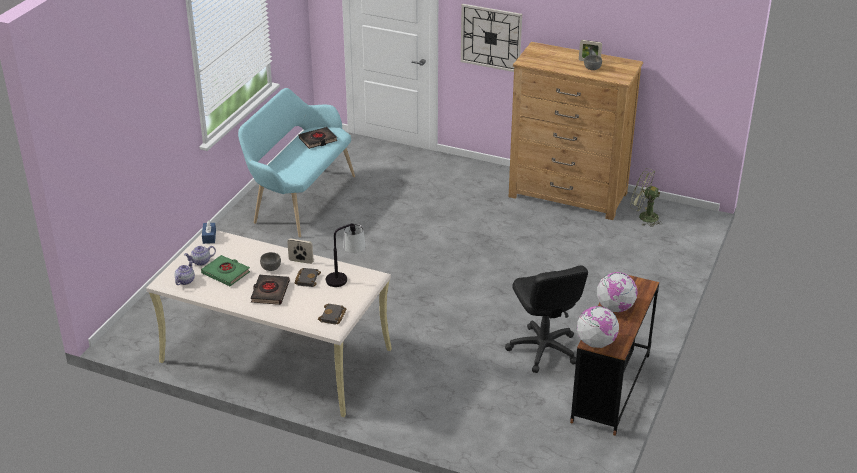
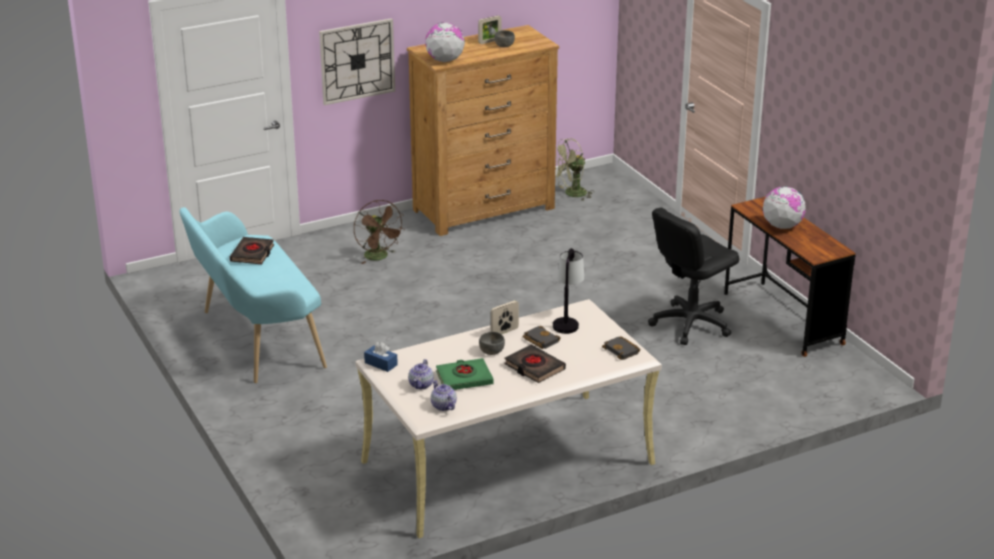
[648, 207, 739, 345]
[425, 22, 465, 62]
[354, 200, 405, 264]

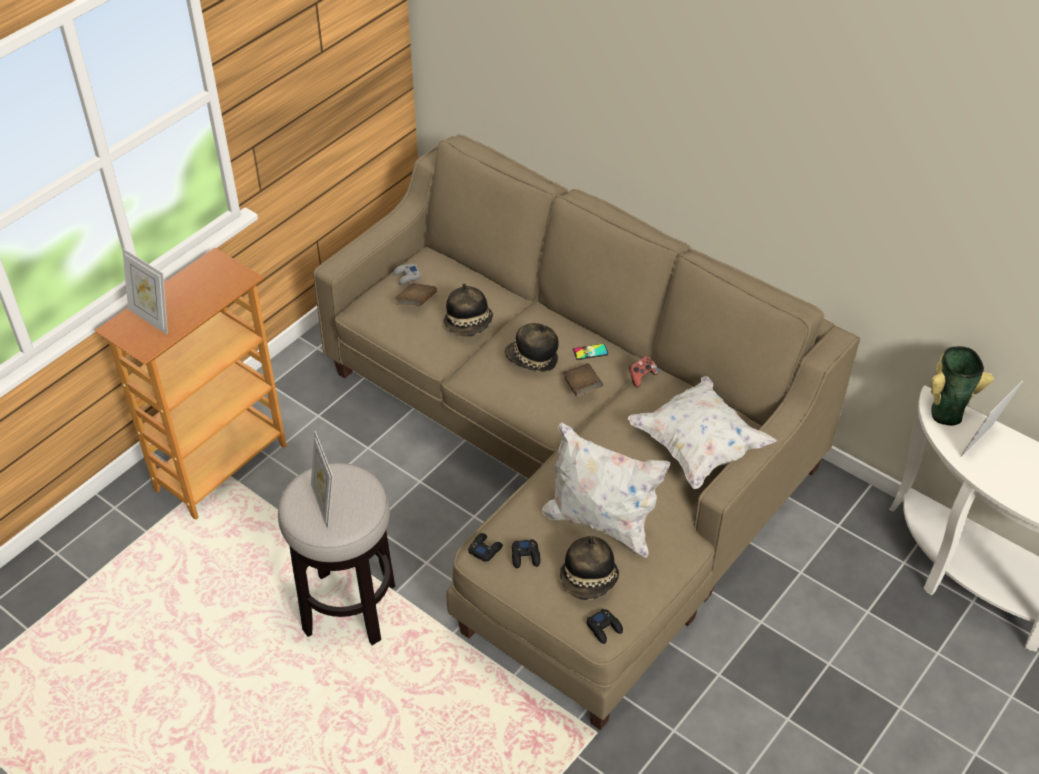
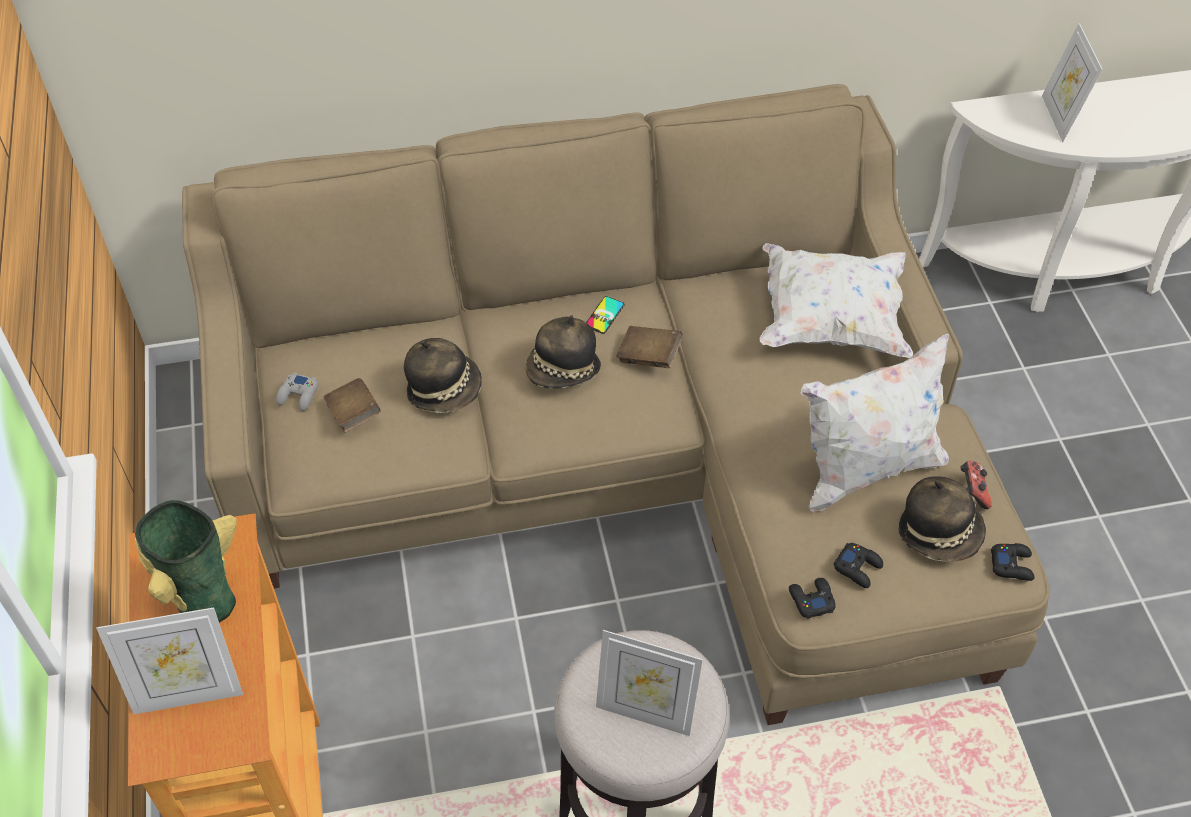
[961, 461, 992, 509]
[135, 500, 237, 623]

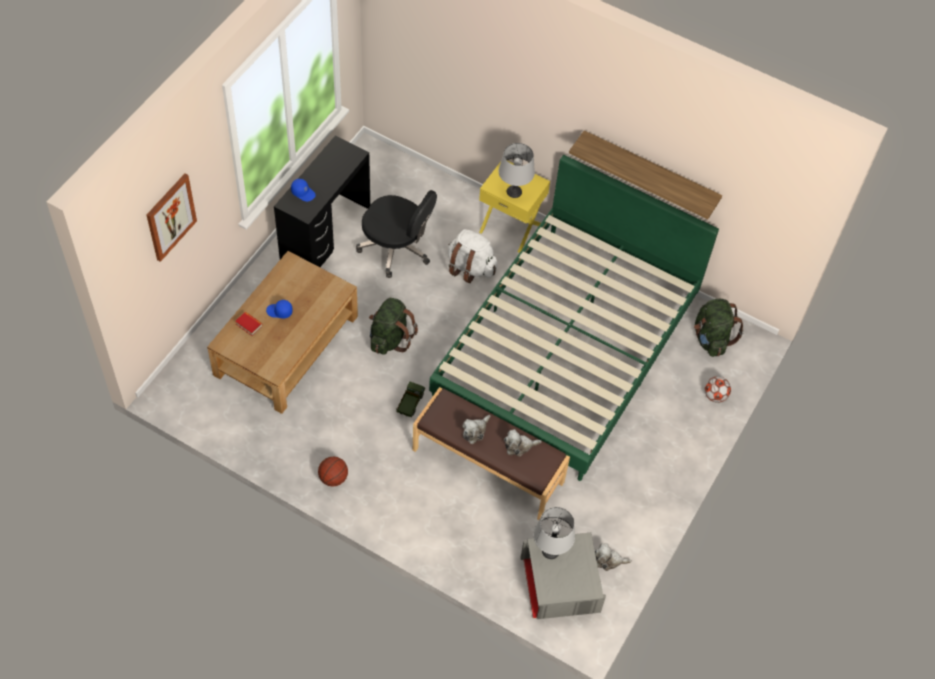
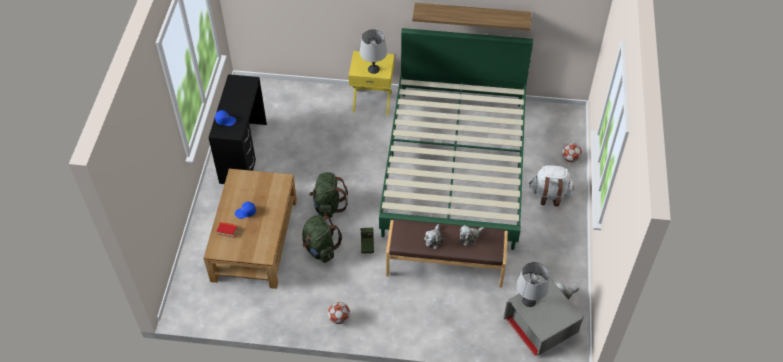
[147, 174, 197, 262] (first image)
[328, 302, 350, 324]
[356, 190, 437, 278] (first image)
[529, 165, 574, 206]
[302, 215, 342, 263]

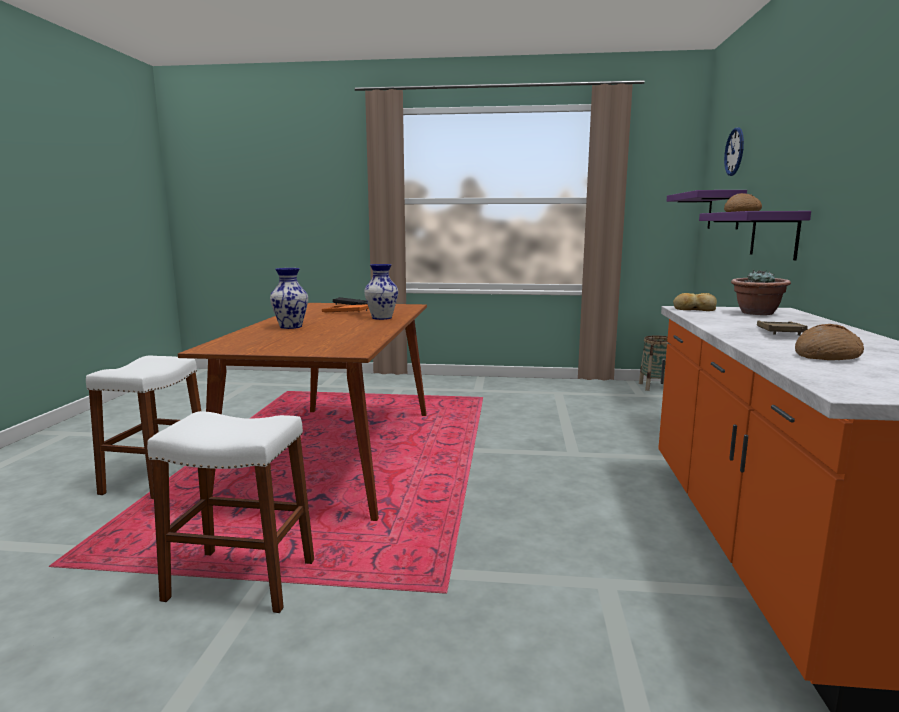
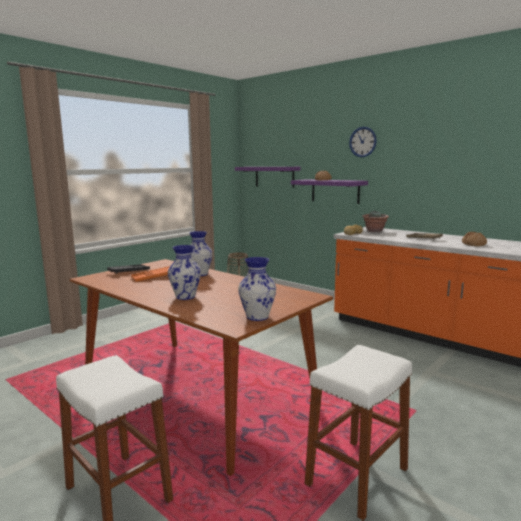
[349, 127, 377, 157]
[238, 257, 276, 321]

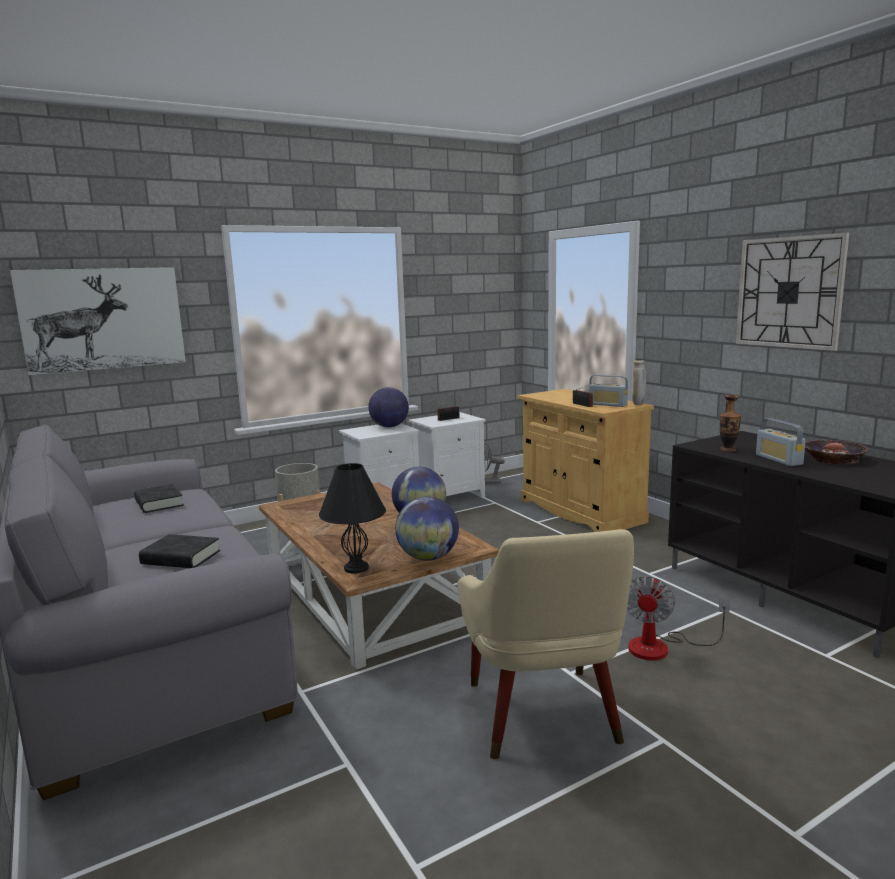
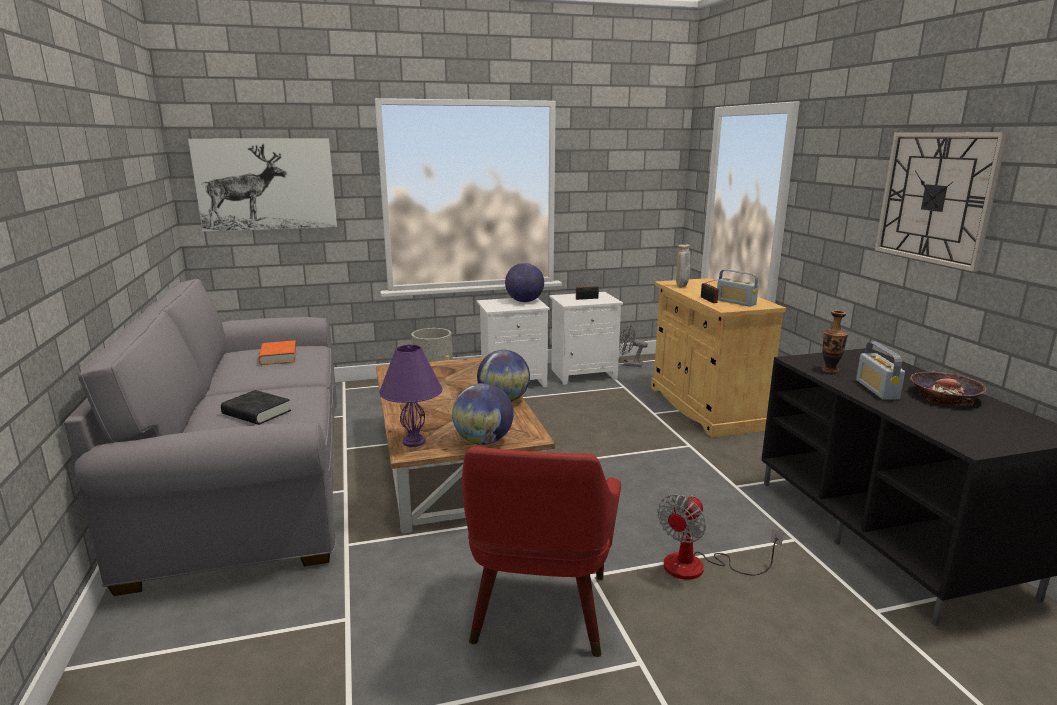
[258, 340, 297, 365]
[379, 344, 443, 447]
[462, 446, 621, 657]
[676, 244, 691, 287]

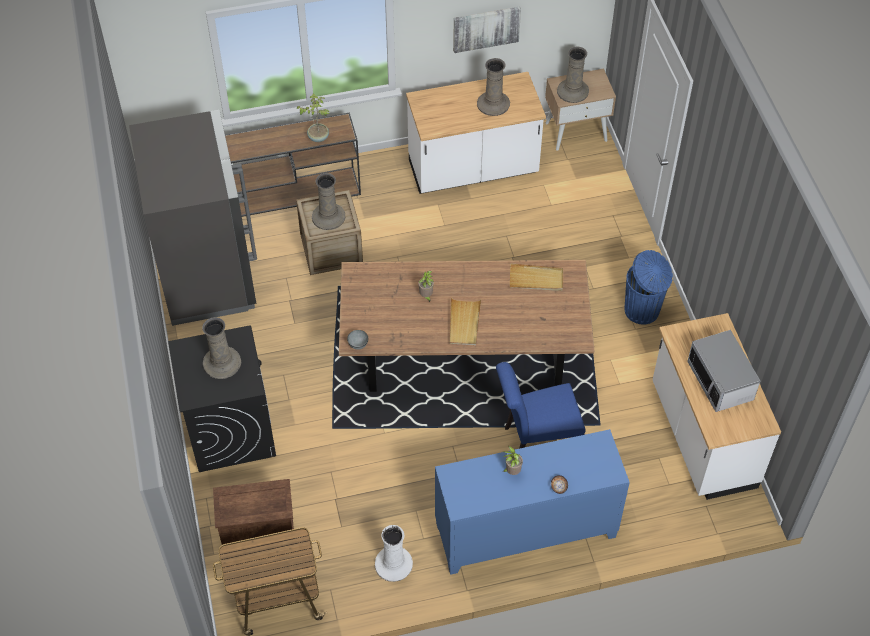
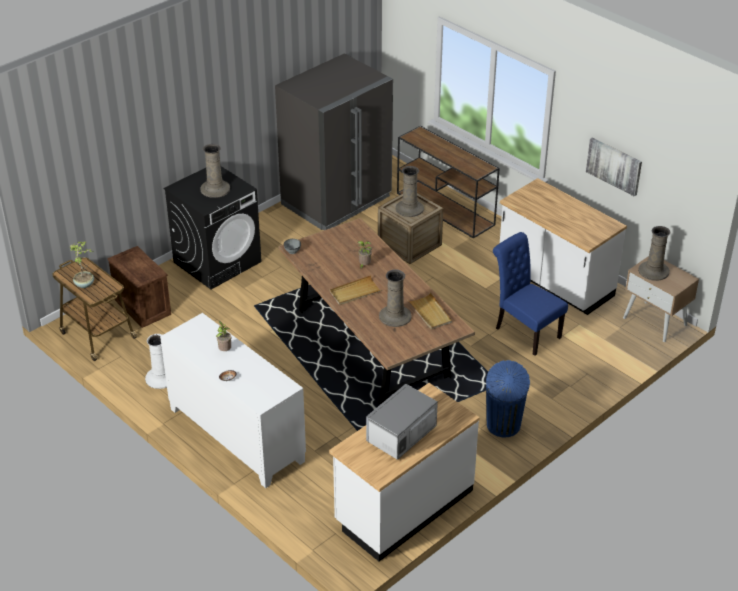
[70, 242, 94, 288]
[160, 313, 306, 488]
[379, 269, 411, 327]
[493, 232, 568, 356]

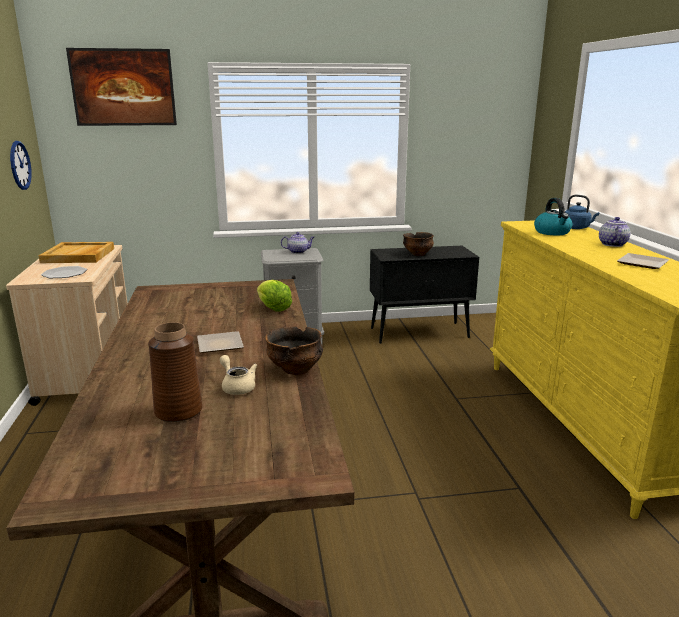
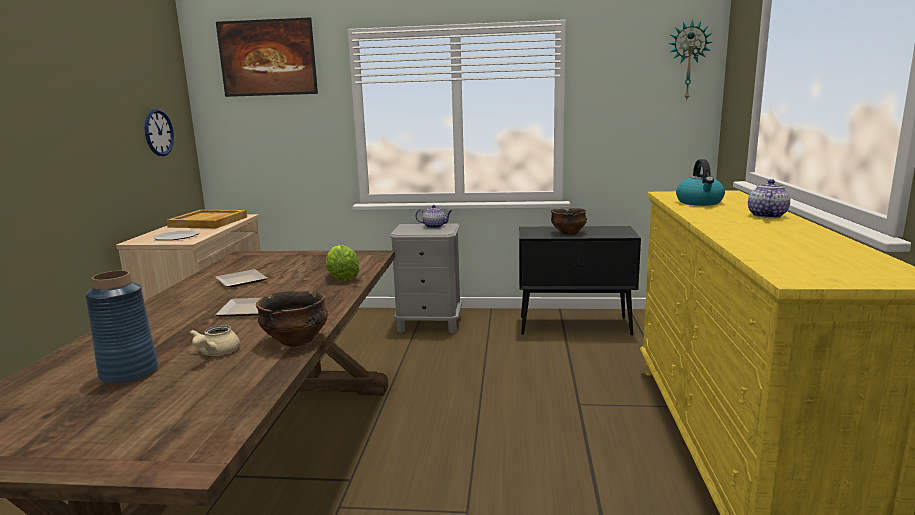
[85, 271, 158, 385]
[190, 325, 240, 356]
[565, 195, 600, 229] (first image)
[216, 269, 268, 287]
[669, 19, 712, 101]

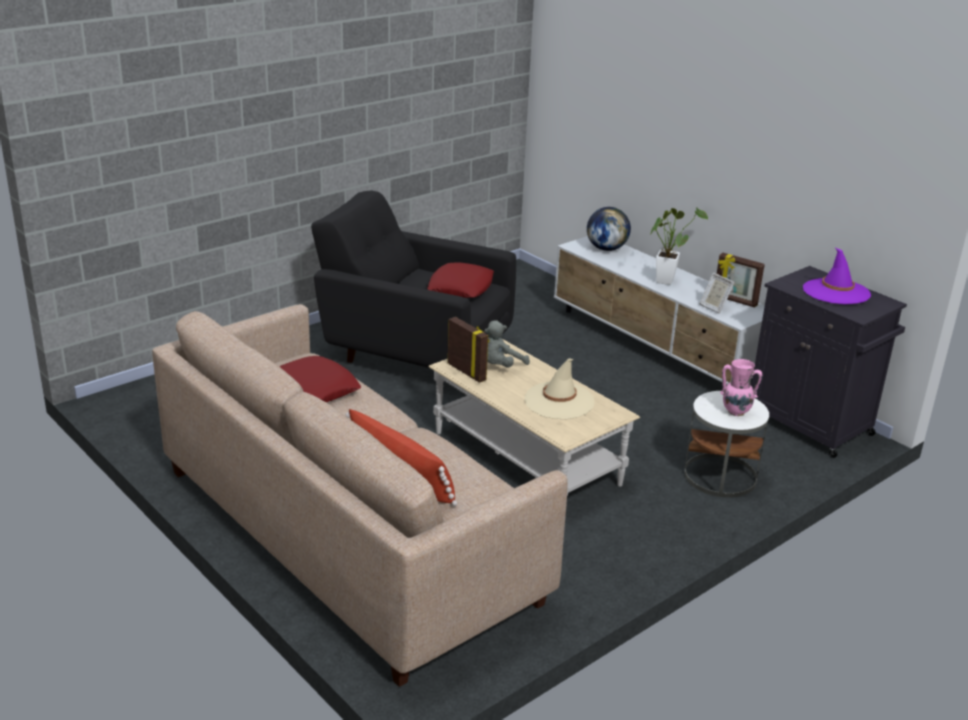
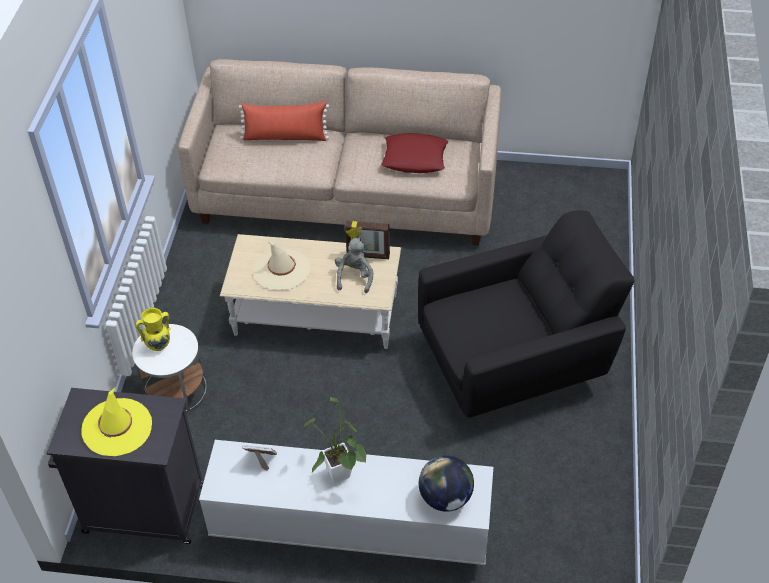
[427, 263, 494, 298] (first image)
[717, 253, 765, 308] (first image)
[136, 307, 171, 351]
[82, 388, 152, 456]

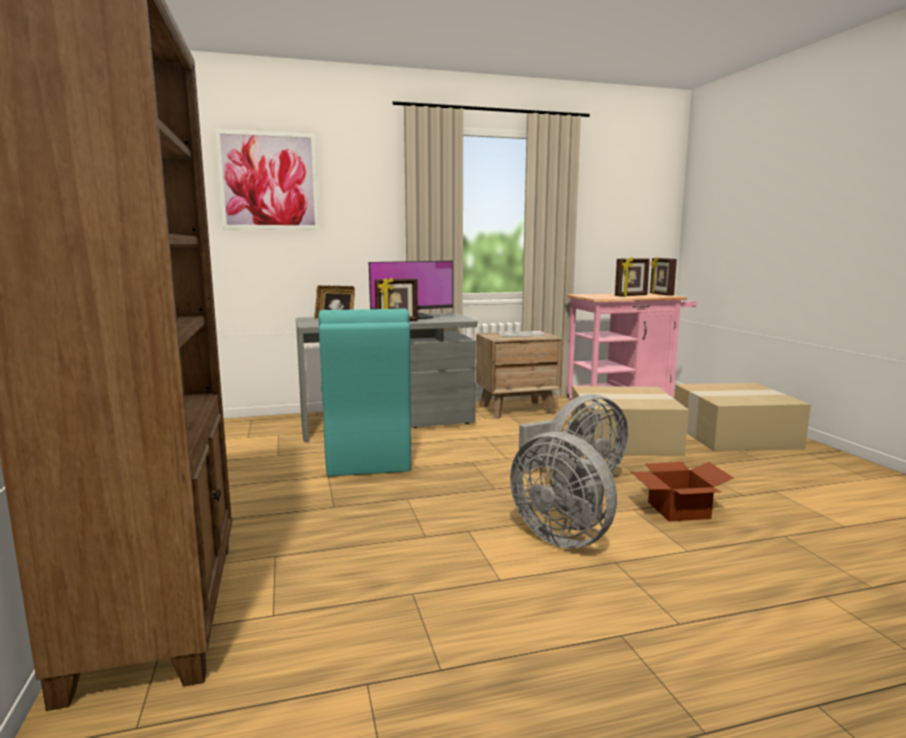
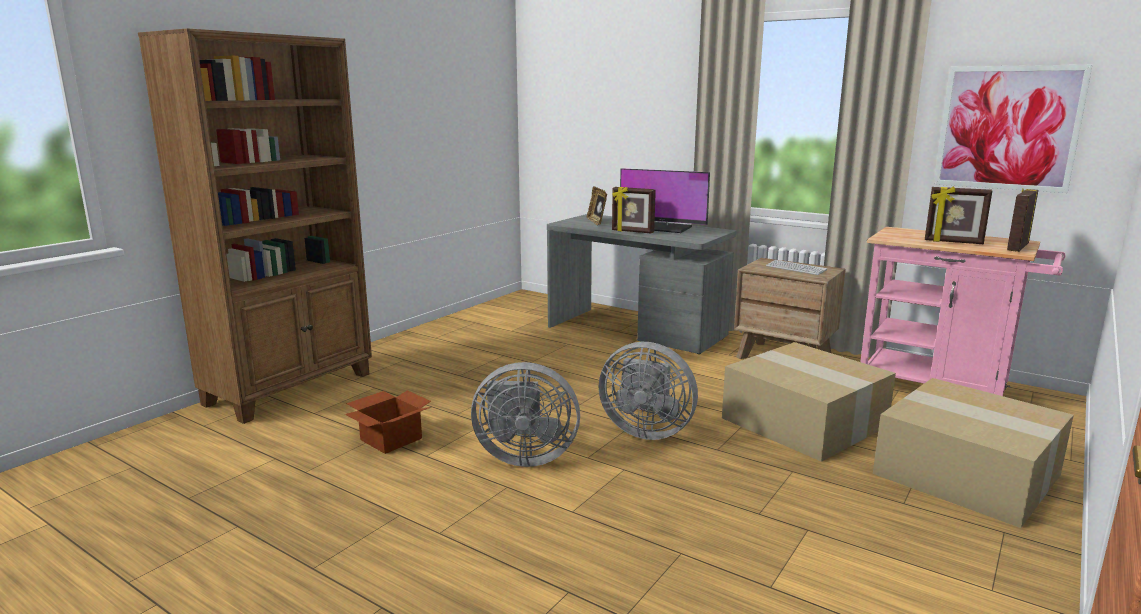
[934, 65, 1093, 193]
[318, 308, 411, 476] (first image)
[471, 362, 580, 467]
[345, 390, 431, 454]

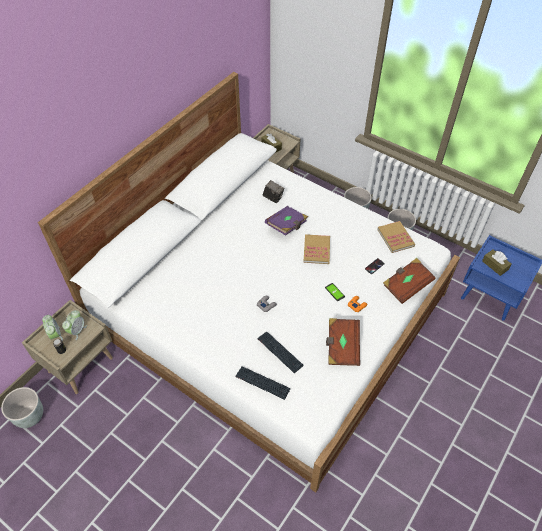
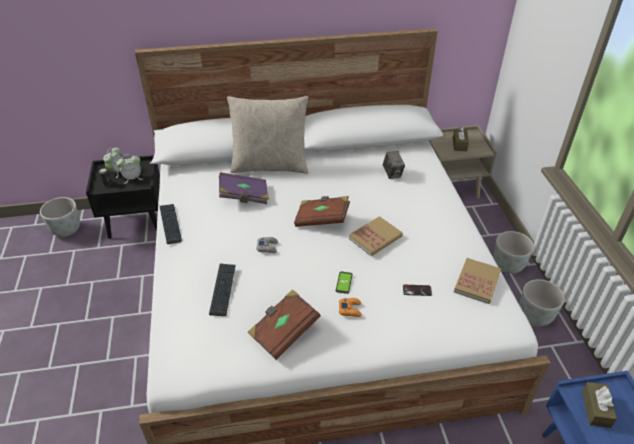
[86, 155, 160, 239]
[159, 204, 182, 244]
[219, 172, 269, 204]
[294, 196, 350, 227]
[227, 96, 308, 174]

